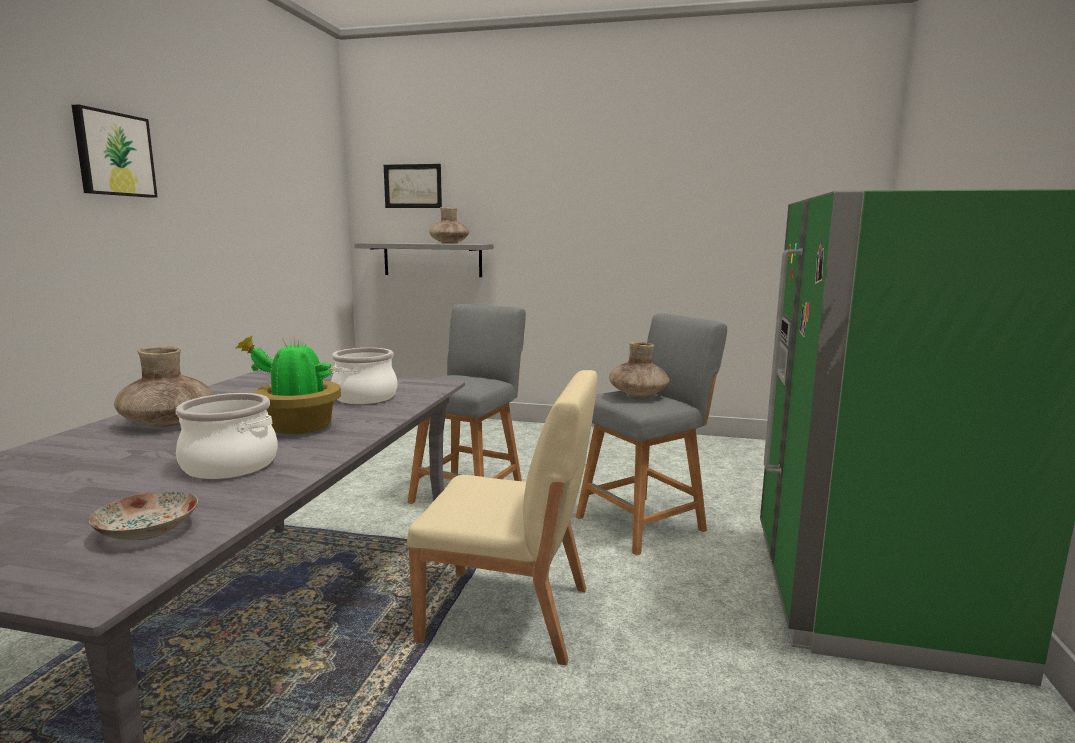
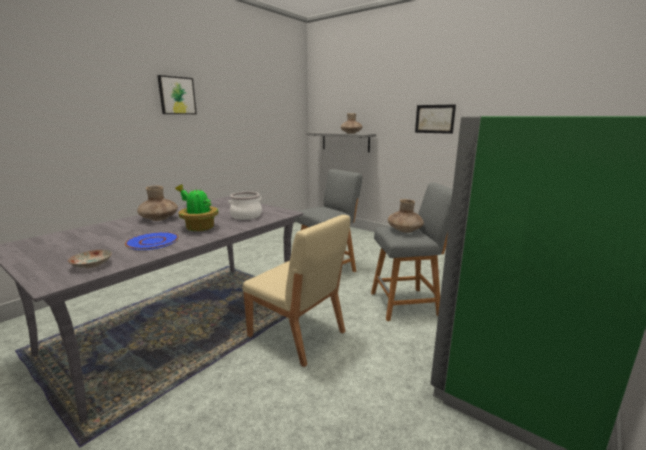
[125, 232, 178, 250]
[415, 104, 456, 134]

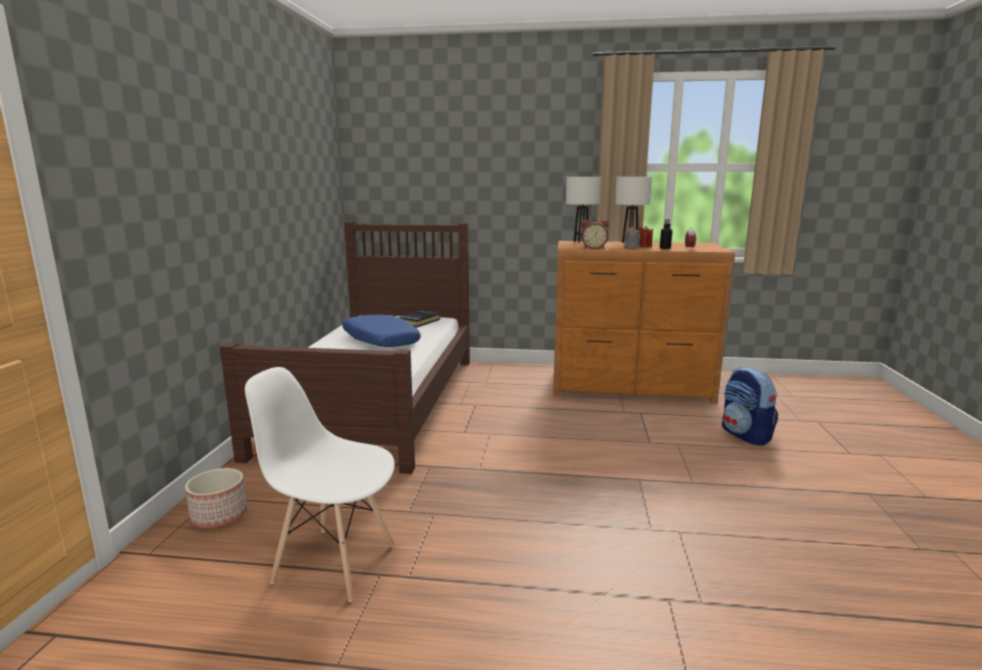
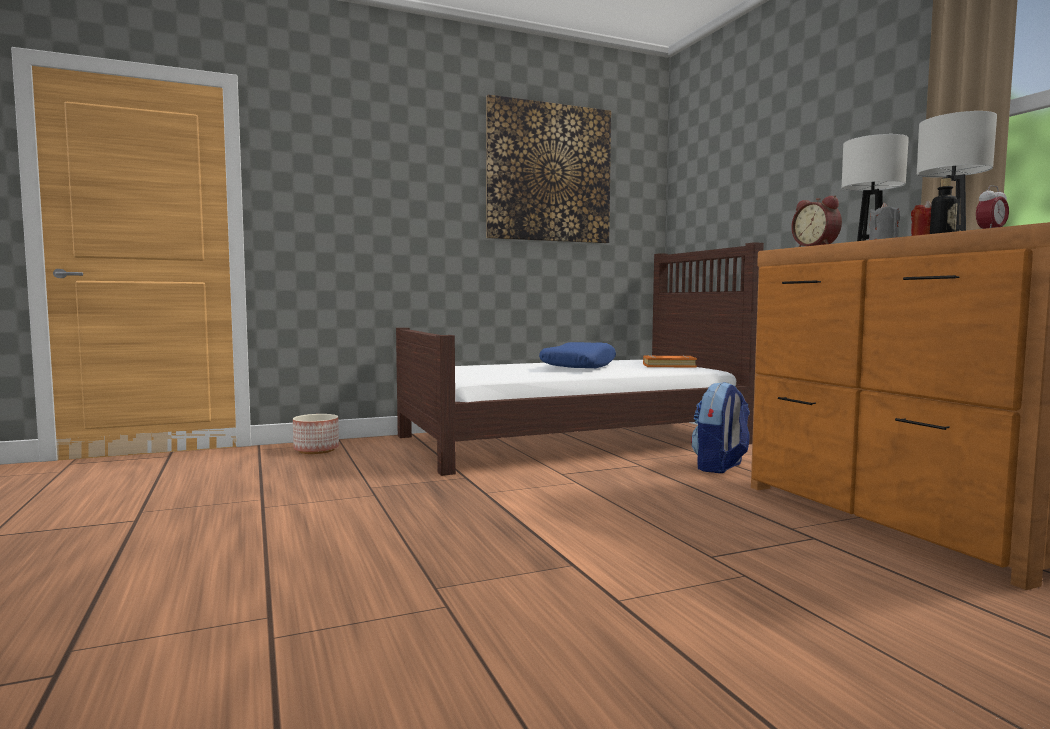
[245, 367, 395, 602] (first image)
[643, 355, 697, 368]
[691, 382, 750, 473]
[486, 94, 611, 243]

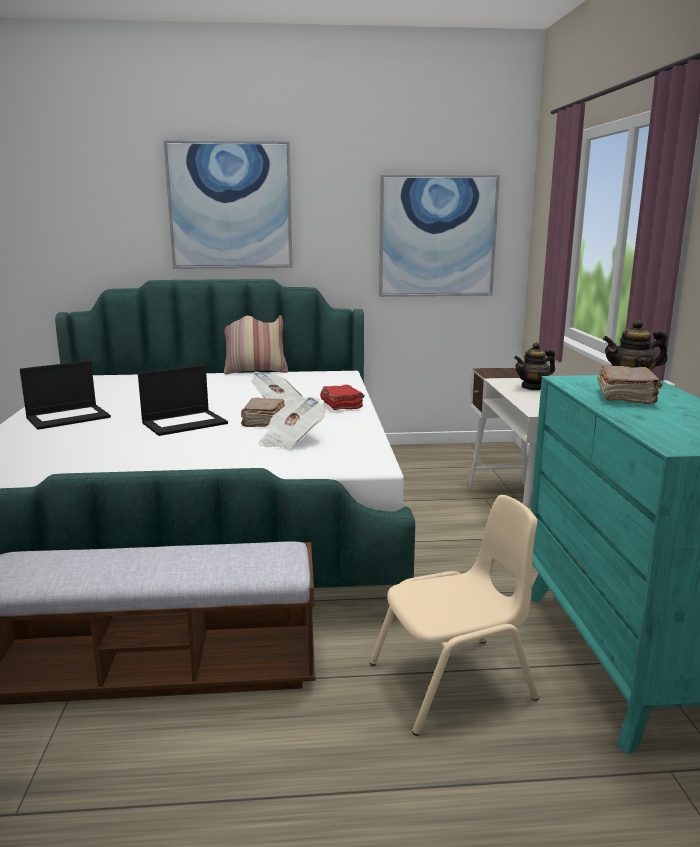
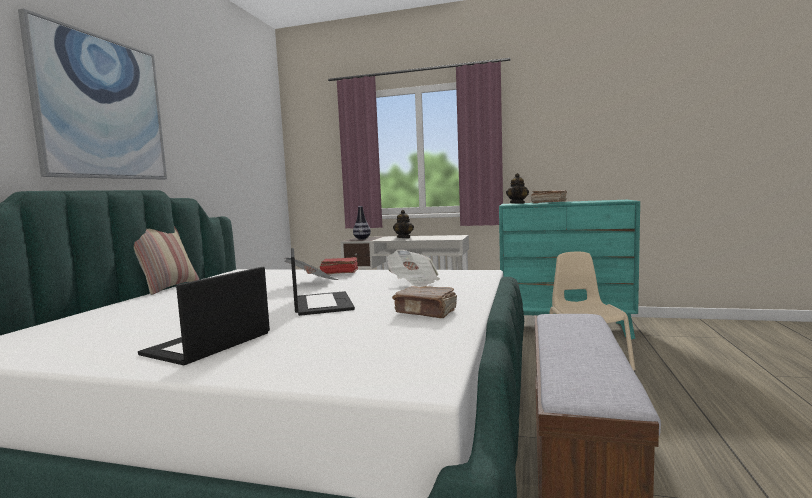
[138, 267, 270, 365]
[392, 286, 457, 318]
[379, 175, 500, 297] (first image)
[353, 206, 371, 240]

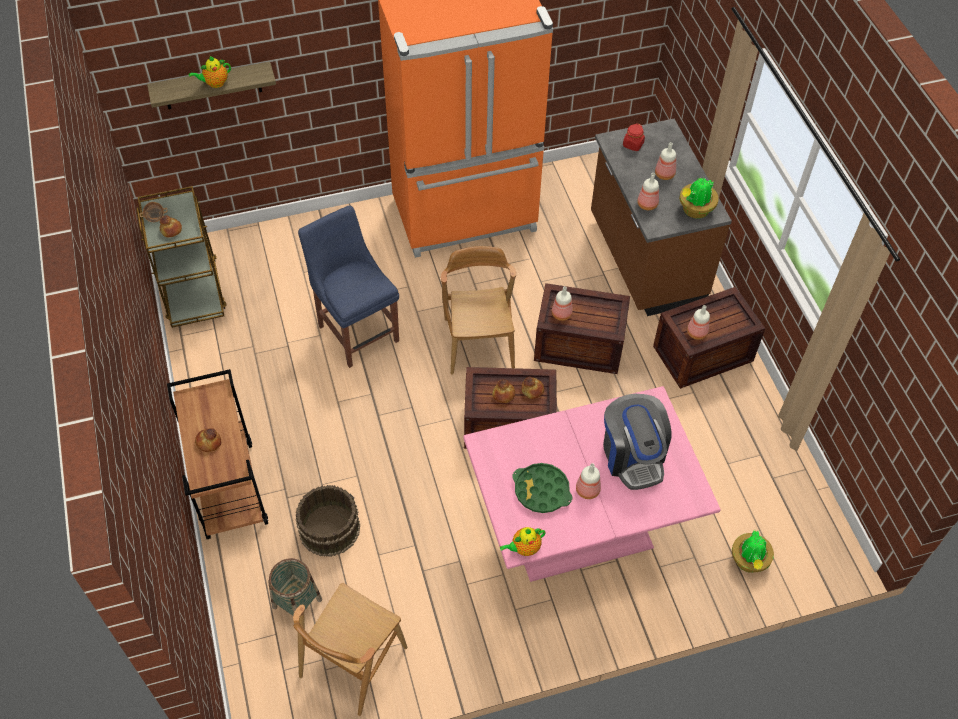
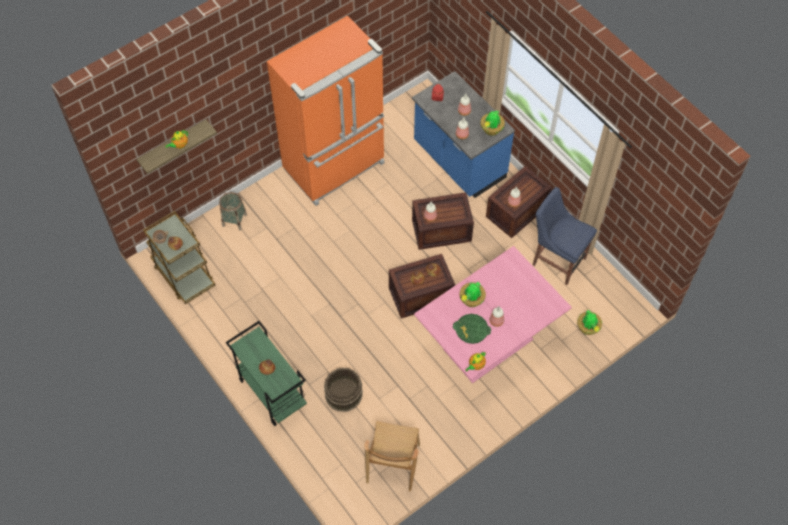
[226, 321, 307, 426]
[219, 192, 247, 230]
[533, 187, 597, 285]
[441, 246, 516, 374] (first image)
[412, 71, 515, 198]
[603, 394, 672, 490] (first image)
[460, 282, 486, 307]

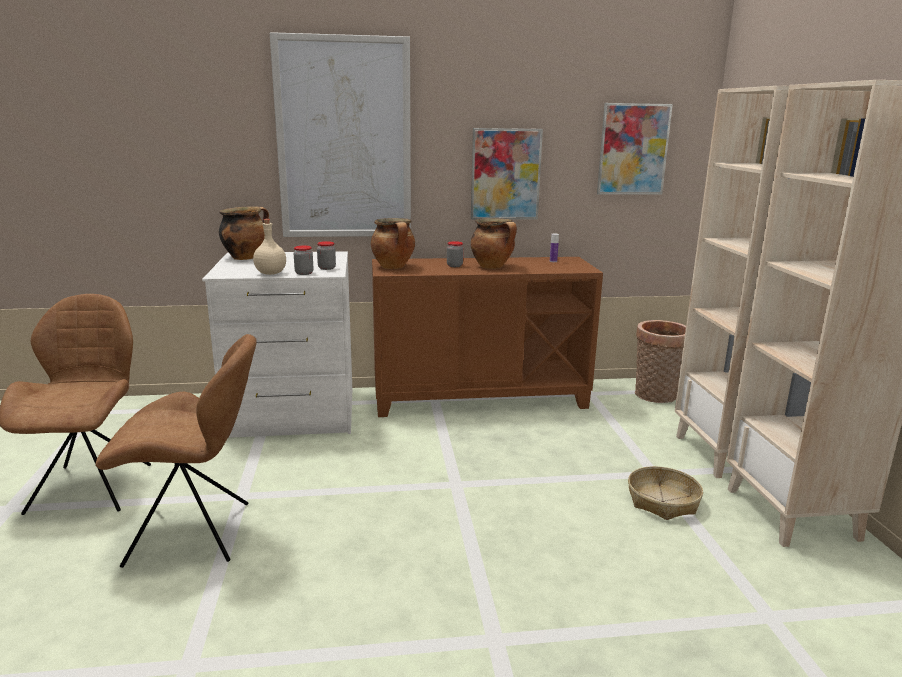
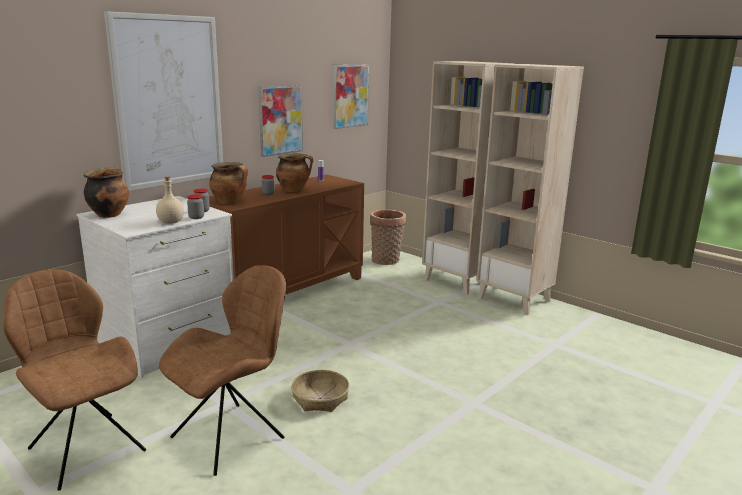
[291, 370, 349, 412]

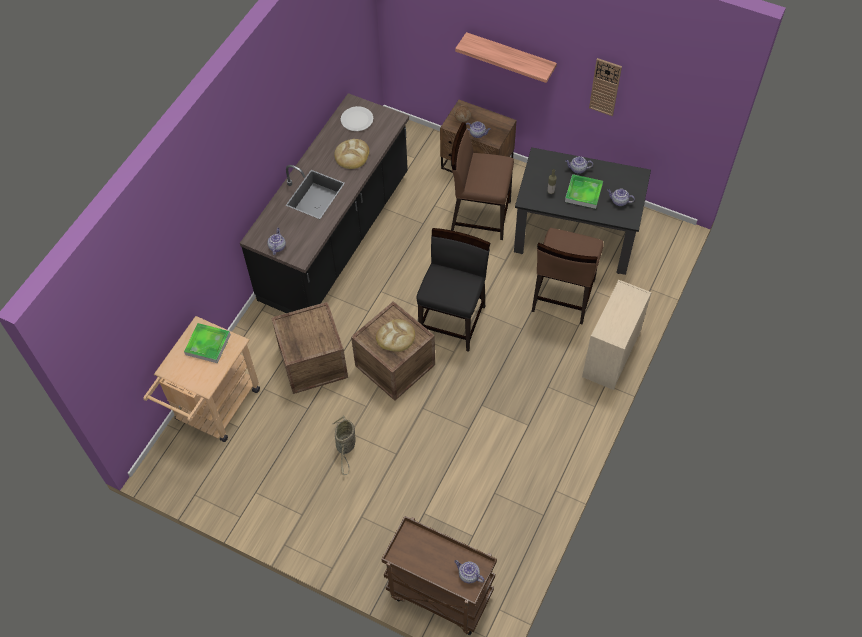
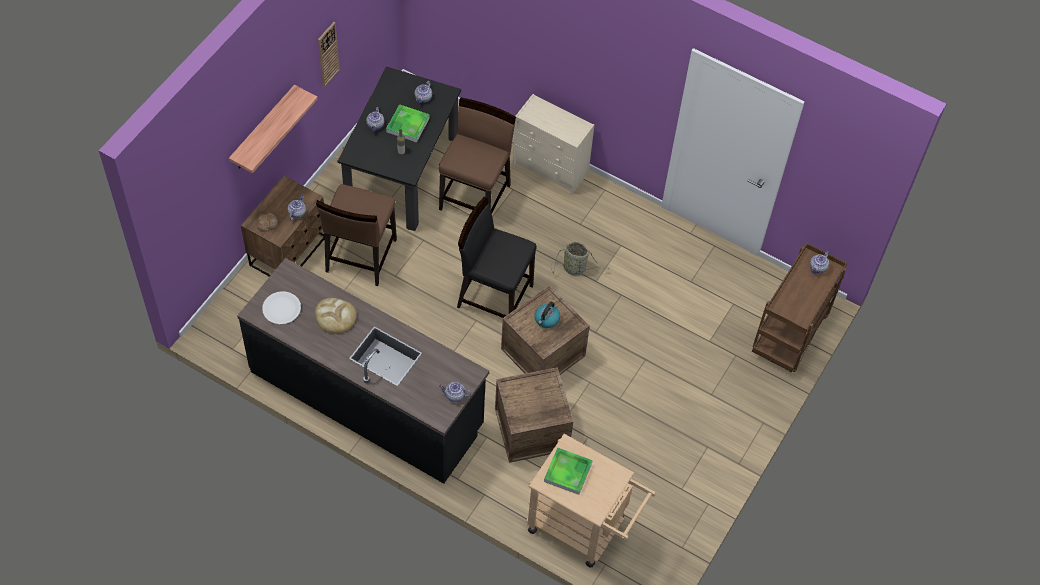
[551, 242, 609, 275]
[534, 302, 560, 328]
[439, 98, 516, 213]

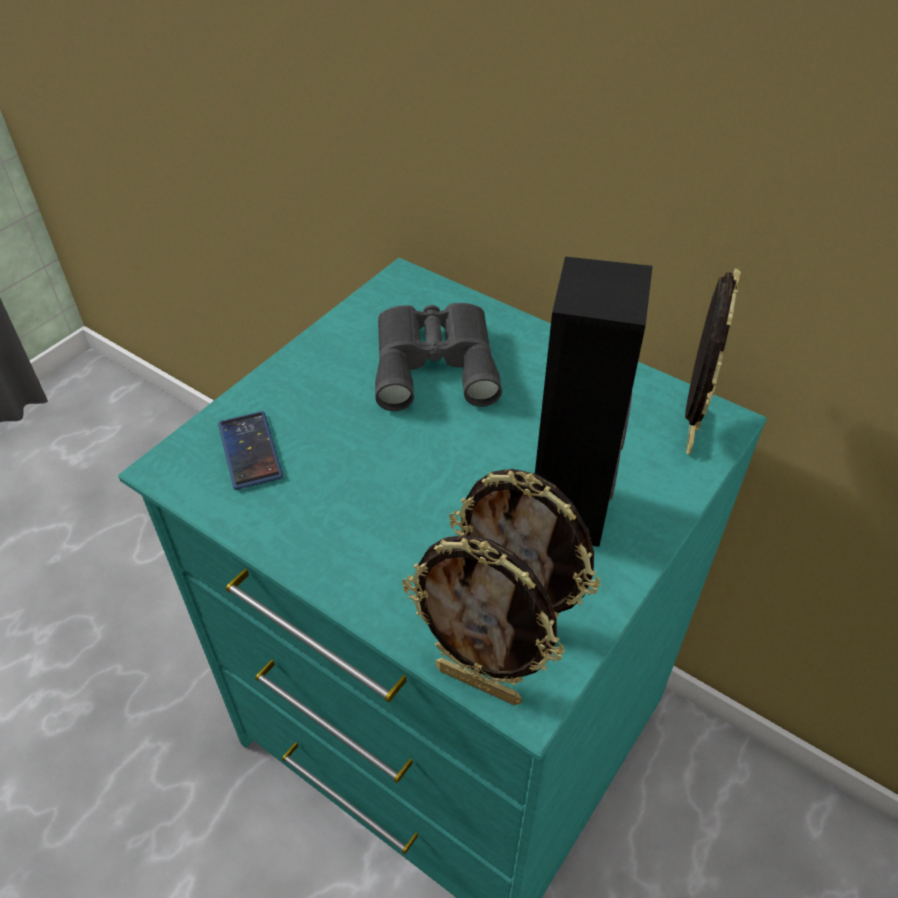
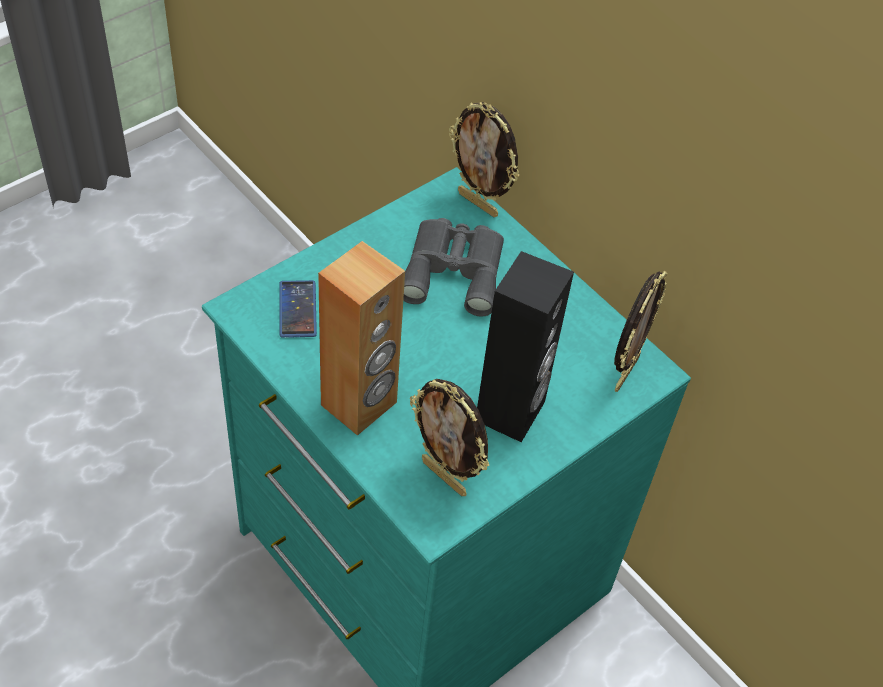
[449, 102, 520, 217]
[318, 241, 405, 436]

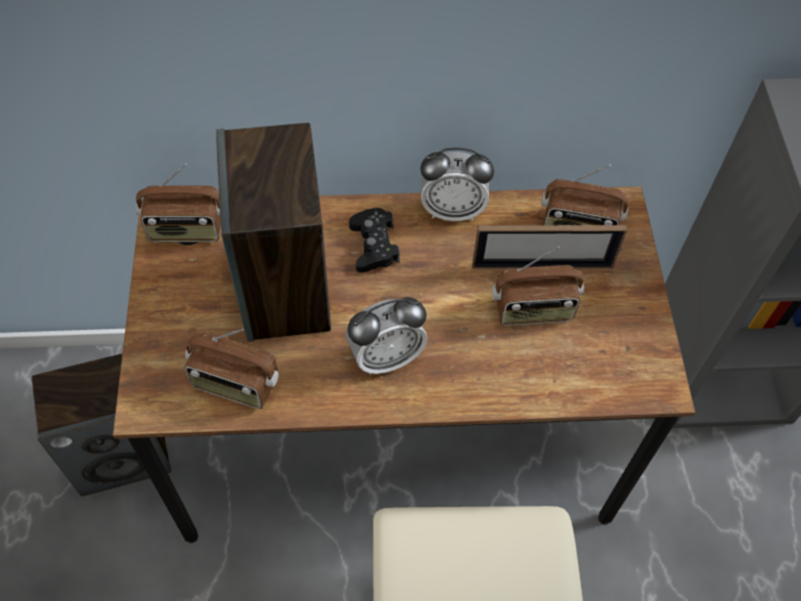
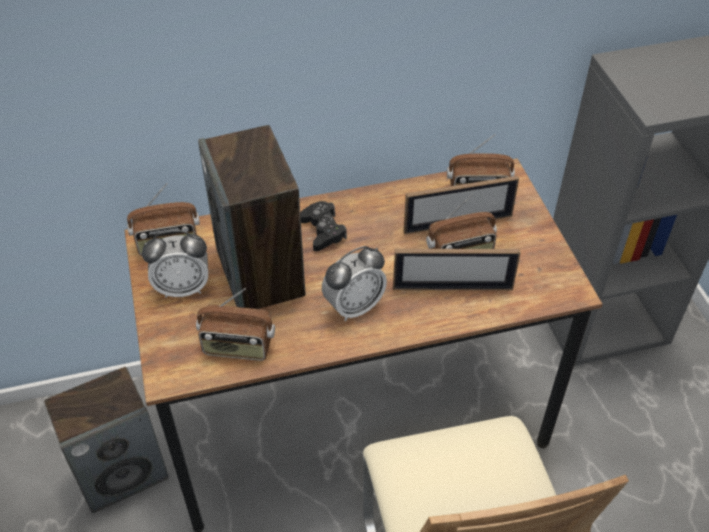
[142, 230, 208, 298]
[393, 249, 521, 290]

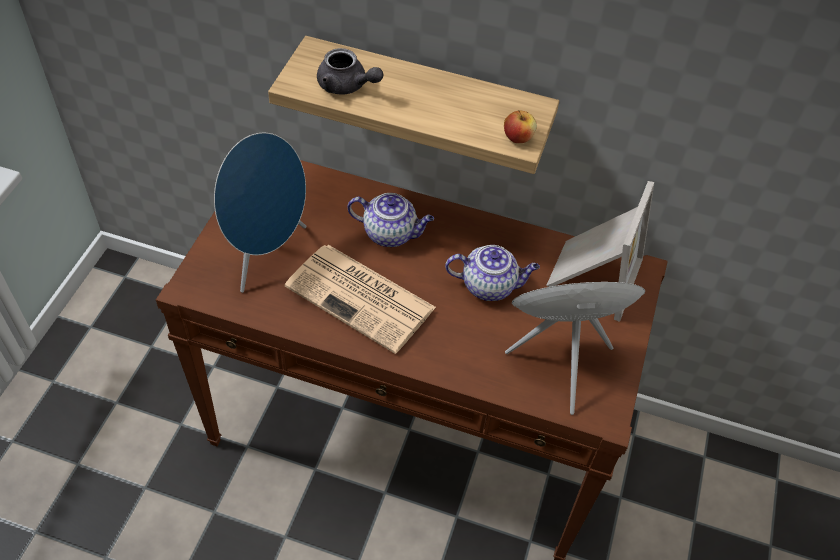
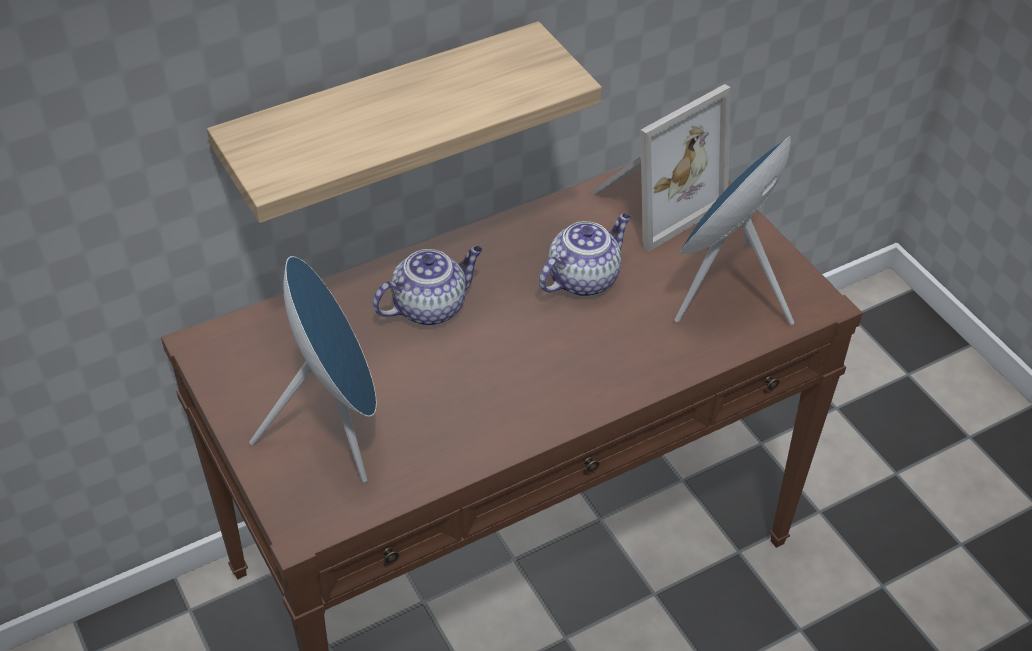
[285, 245, 436, 354] (first image)
[317, 48, 383, 95] (first image)
[504, 110, 537, 143] (first image)
[591, 84, 731, 252]

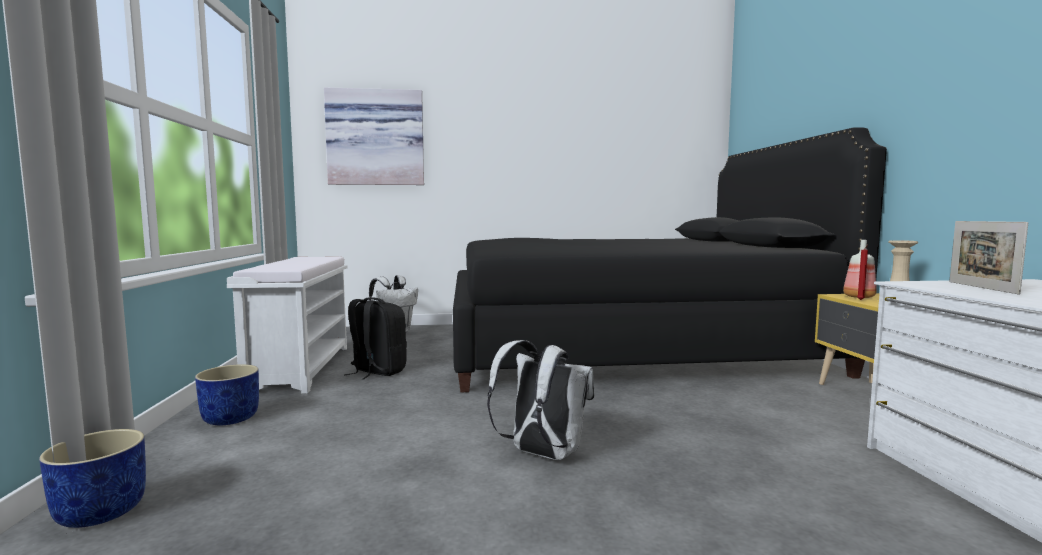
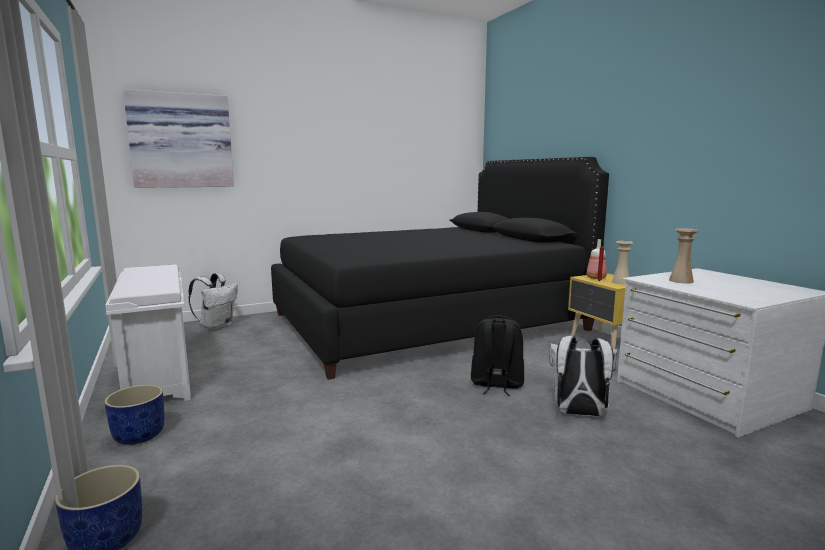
[471, 315, 524, 396]
[549, 336, 617, 417]
[669, 228, 699, 283]

